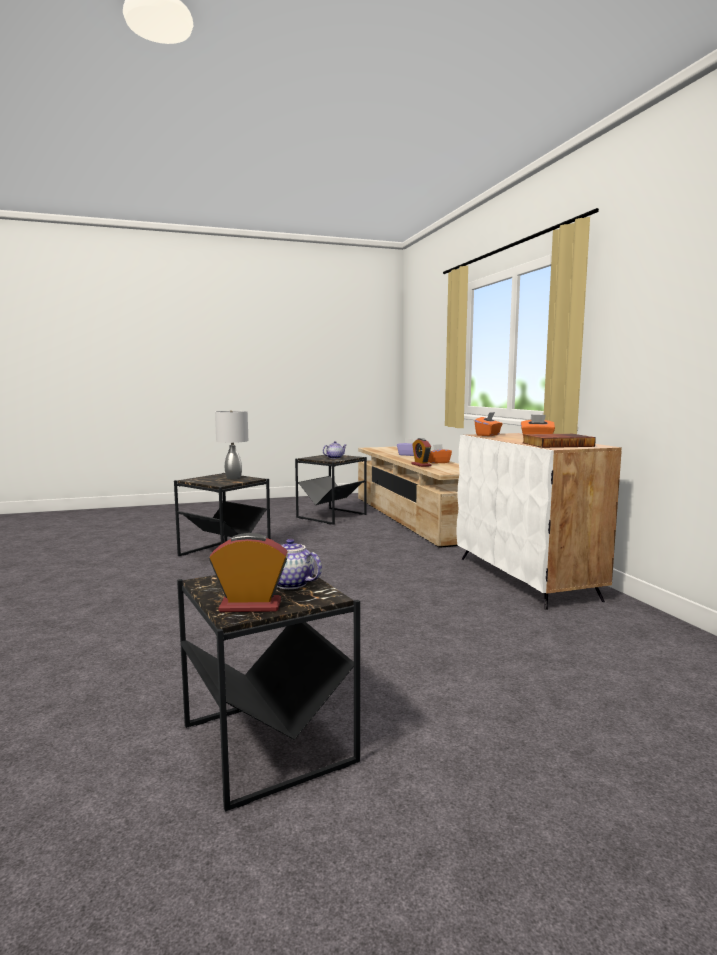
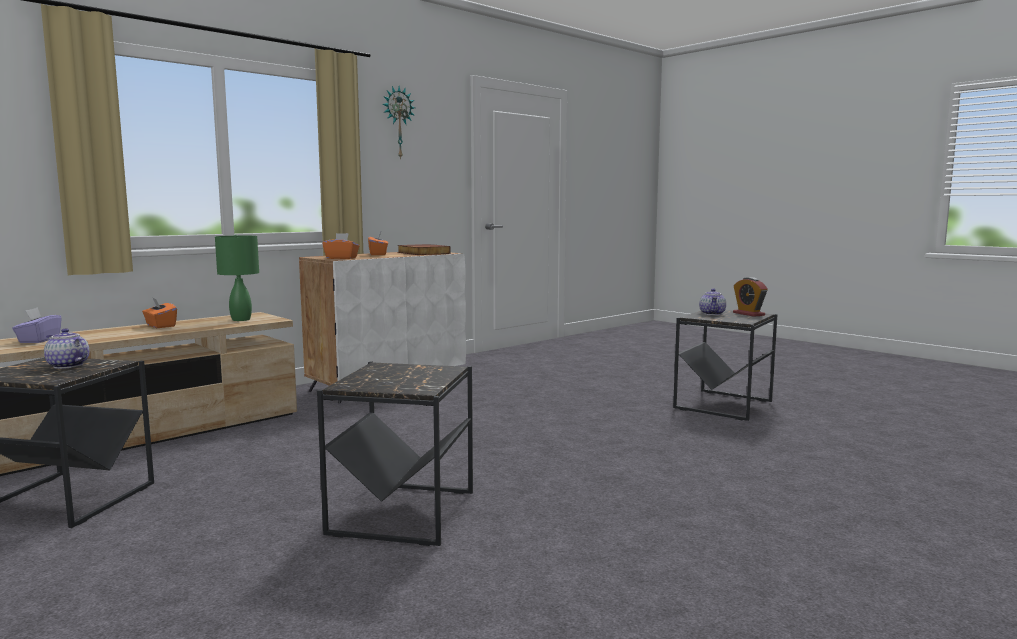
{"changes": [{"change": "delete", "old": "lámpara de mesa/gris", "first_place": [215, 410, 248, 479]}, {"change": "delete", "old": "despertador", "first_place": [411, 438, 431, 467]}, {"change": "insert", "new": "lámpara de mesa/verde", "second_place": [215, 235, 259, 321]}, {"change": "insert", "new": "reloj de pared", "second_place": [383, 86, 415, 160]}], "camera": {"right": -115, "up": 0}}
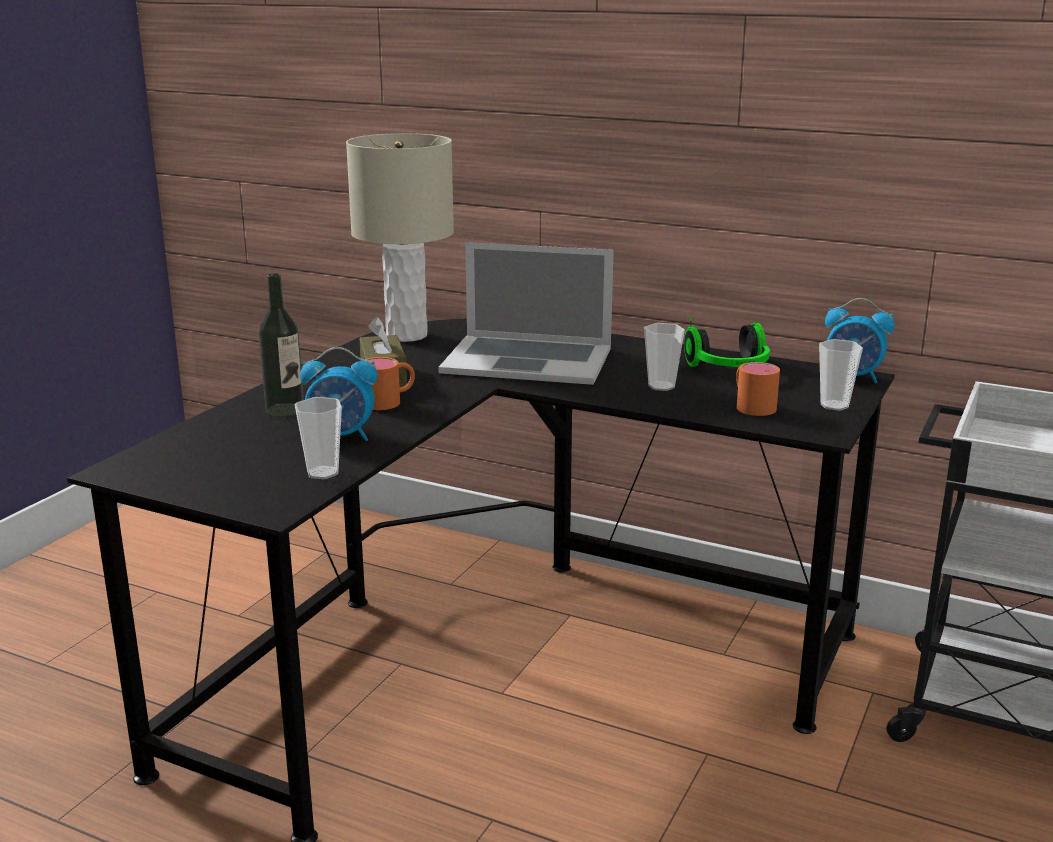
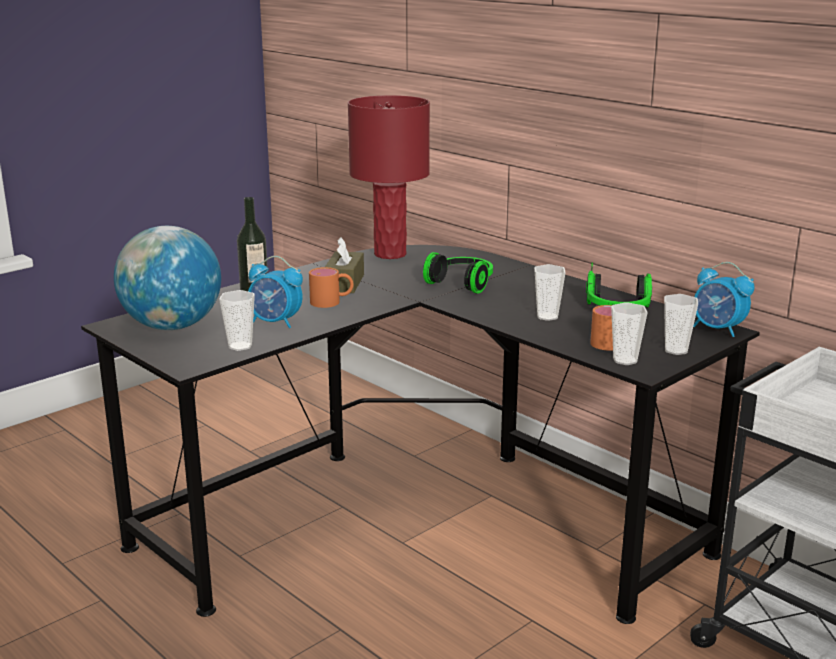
{"changes": [{"change": "insert", "new": "globo terráqueo", "second_place": [114, 226, 221, 330]}, {"change": "insert", "new": "taza", "second_place": [611, 302, 648, 365]}, {"change": "replace", "old": "portátil", "new": "auriculares", "first_place": [438, 242, 614, 385], "second_place": [423, 252, 493, 294]}, {"change": "recolor", "old": "lámpara de mesa/beis", "new": "lámpara de mesa/rojo", "first_place": [346, 133, 454, 342], "second_place": [348, 95, 430, 259]}], "camera": {"right": 20, "up": 0}}
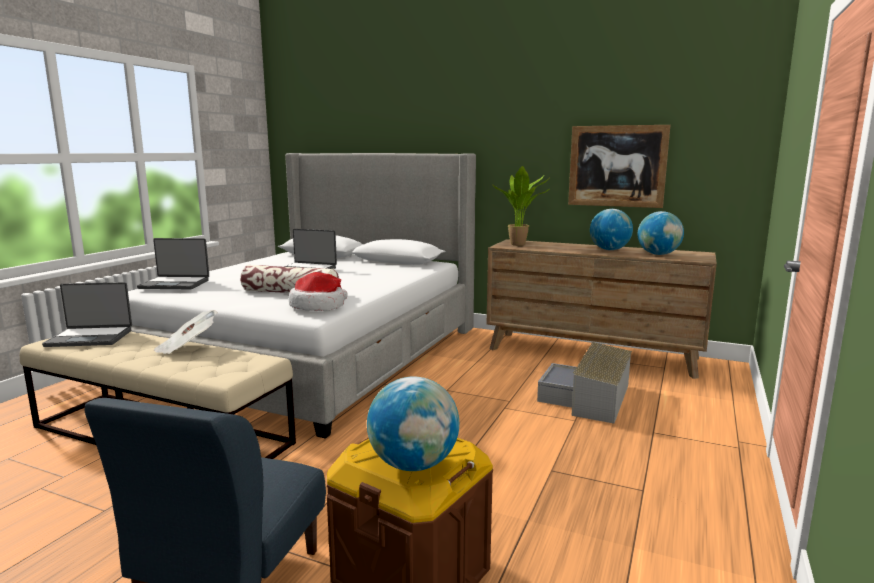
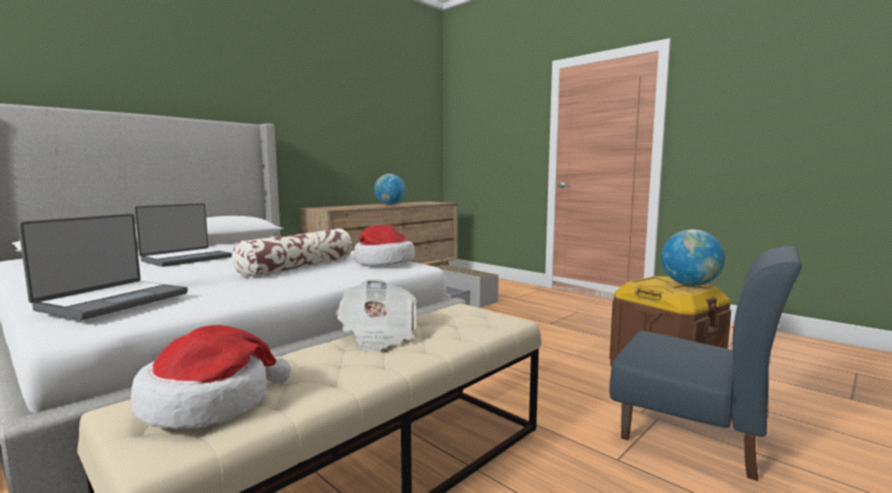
{"changes": [{"change": "delete", "old": "planta en maceta", "first_place": [492, 166, 551, 246]}, {"change": "delete", "old": "cuadro", "first_place": [568, 125, 670, 208]}, {"change": "delete", "old": "globo terráqueo", "first_place": [638, 211, 684, 255]}, {"change": "replace", "old": "portátil", "new": "sombrero", "first_place": [42, 282, 132, 347], "second_place": [131, 325, 291, 429]}], "camera": {"right": -70, "up": -5}}
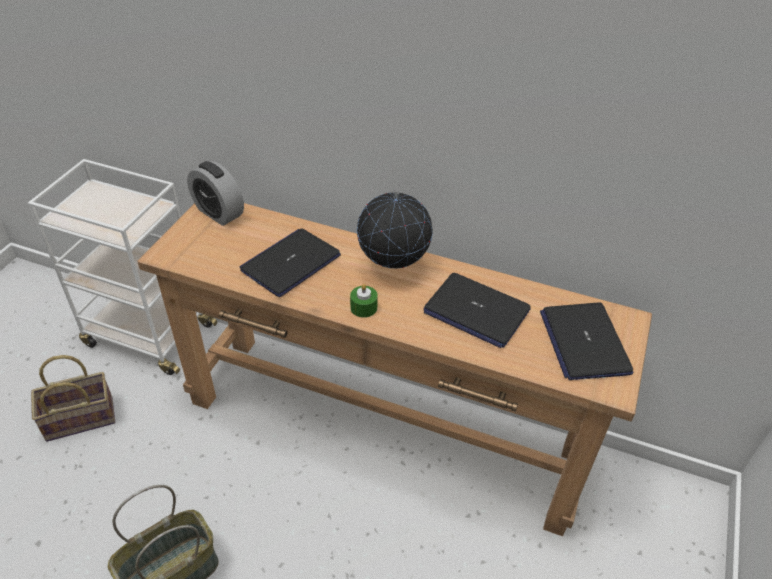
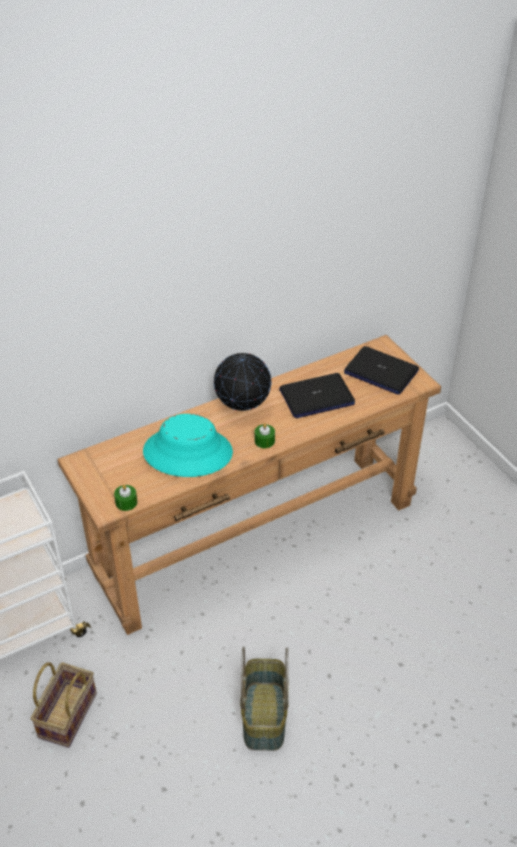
{"changes": [{"change": "delete", "old": "despertador", "first_place": [187, 161, 244, 226]}, {"change": "insert", "new": "vela/verde", "second_place": [114, 485, 137, 511]}, {"change": "replace", "old": "portátil", "new": "sombrero/turquesa", "first_place": [240, 228, 341, 297], "second_place": [143, 414, 233, 477]}], "camera": {"right": -50, "up": 0}}
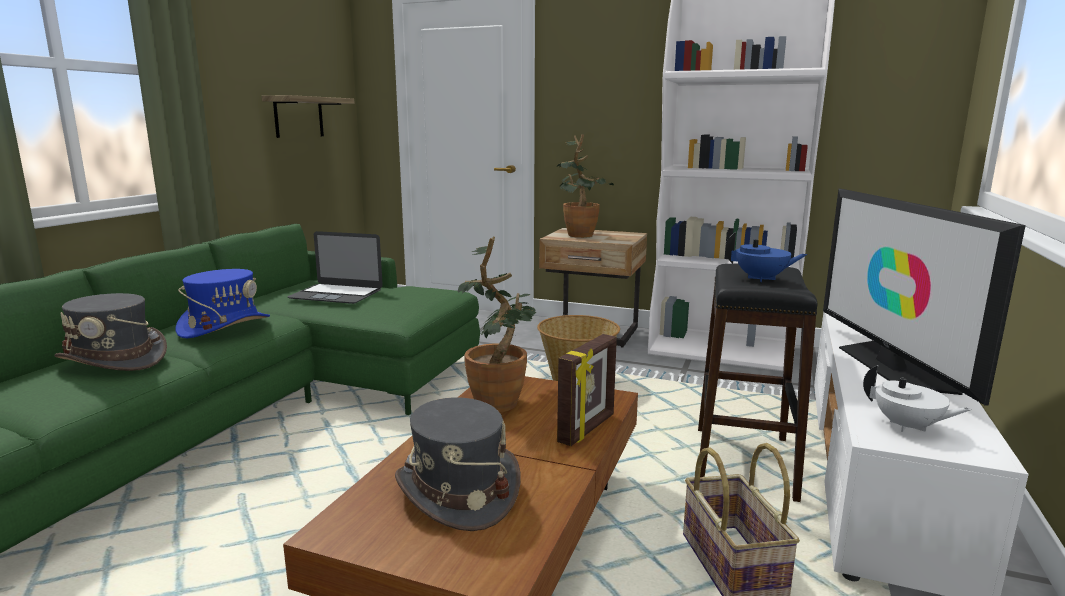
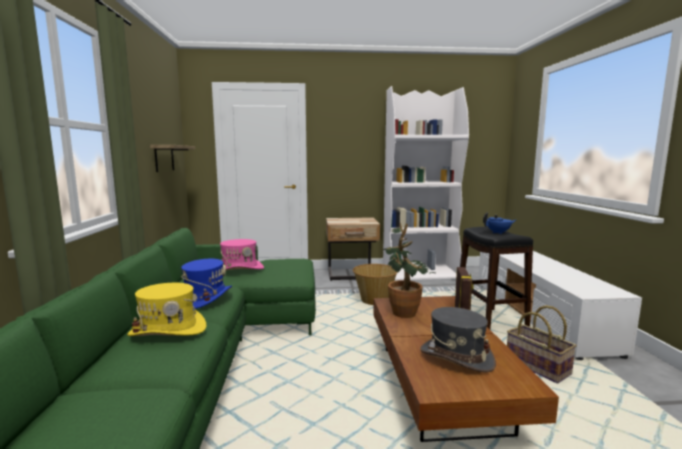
{"changes": [{"change": "delete", "old": "planta en maceta", "first_place": [556, 134, 614, 238]}, {"change": "delete", "old": "televisor", "first_place": [823, 189, 1026, 406]}, {"change": "delete", "old": "tetera/blanco", "first_place": [863, 365, 972, 432]}, {"change": "replace", "old": "portátil", "new": "sombrero/rosa", "first_place": [287, 231, 383, 304], "second_place": [220, 239, 264, 270]}, {"change": "recolor", "old": "sombrero/gris", "new": "sombrero/amarillo", "first_place": [55, 293, 167, 371], "second_place": [127, 283, 206, 336]}], "camera": {"right": -25, "up": -5}}
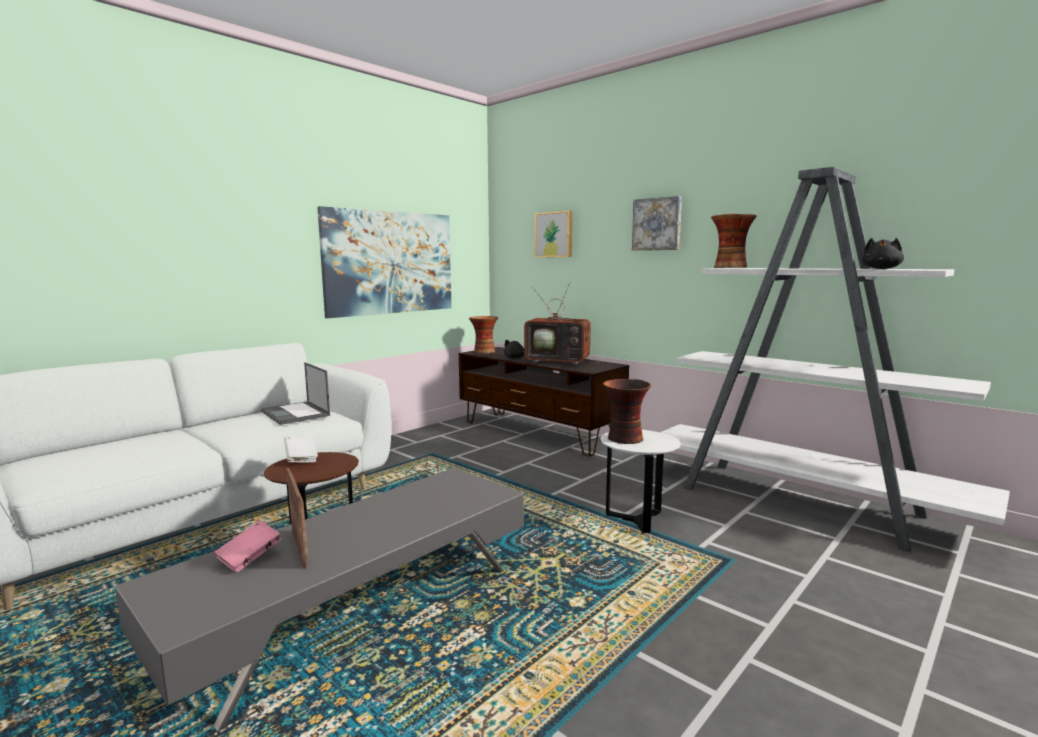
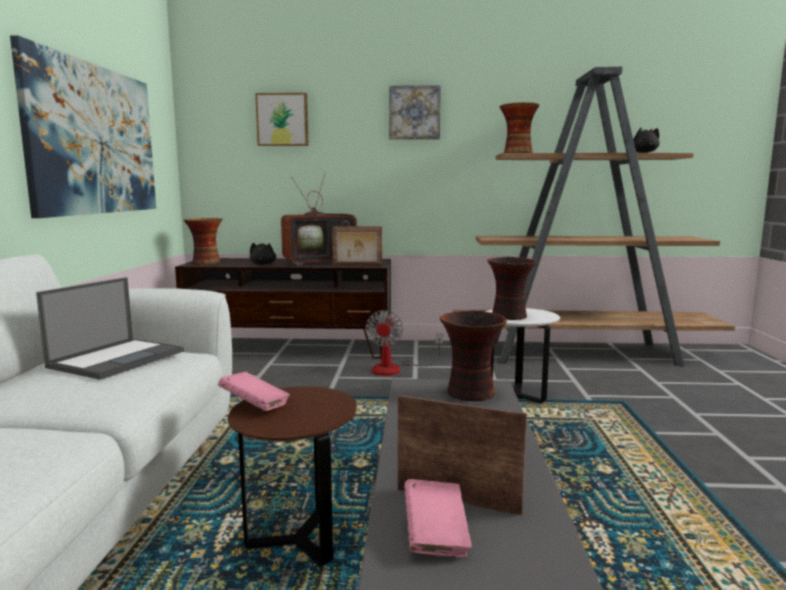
{"changes": [{"change": "insert", "new": "portarretratos", "second_place": [332, 226, 382, 266]}, {"change": "insert", "new": "ventilador", "second_place": [366, 310, 443, 376]}, {"change": "insert", "new": "florero", "second_place": [440, 310, 507, 401]}, {"change": "recolor", "old": "libro/blanco", "new": "libro/rosa", "first_place": [284, 436, 318, 462], "second_place": [218, 372, 290, 411]}, {"change": "recolor", "old": "estantería/blanco", "new": "estantería/marrón", "first_place": [660, 167, 1010, 552], "second_place": [453, 67, 735, 367]}, {"change": "rotate", "old": "portátil", "first_place": [261, 362, 330, 425], "second_place": [36, 277, 184, 380], "degrees": -75}], "camera": {"right": -40, "up": 0}}
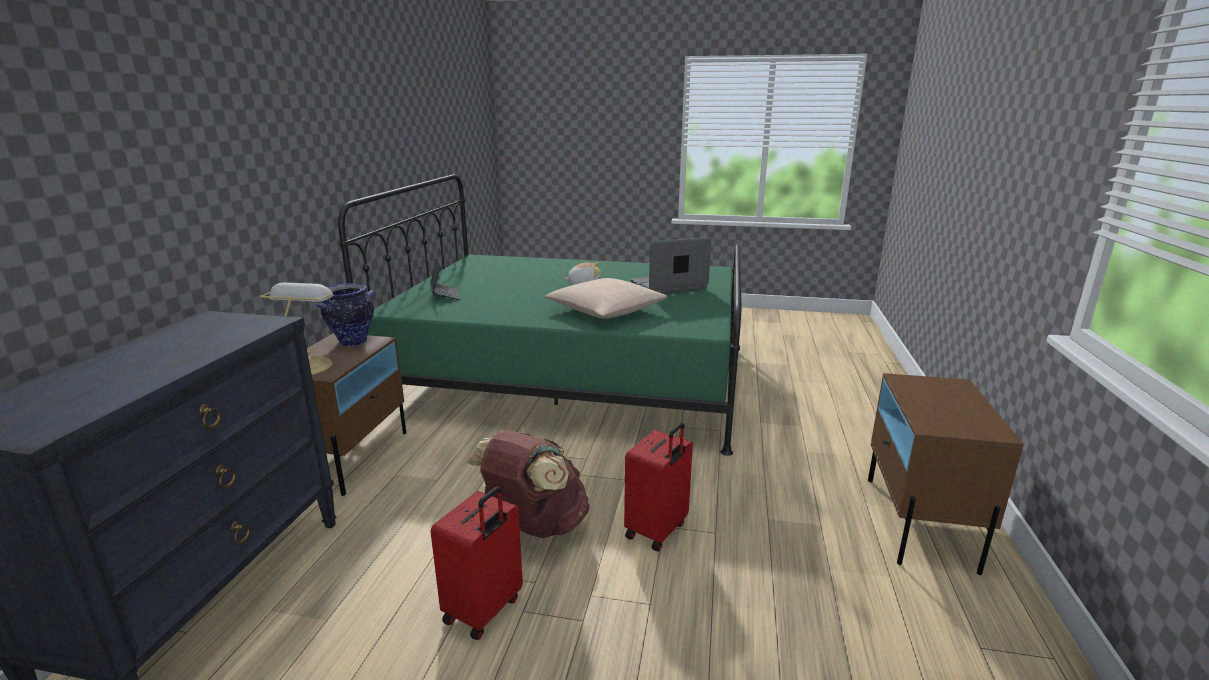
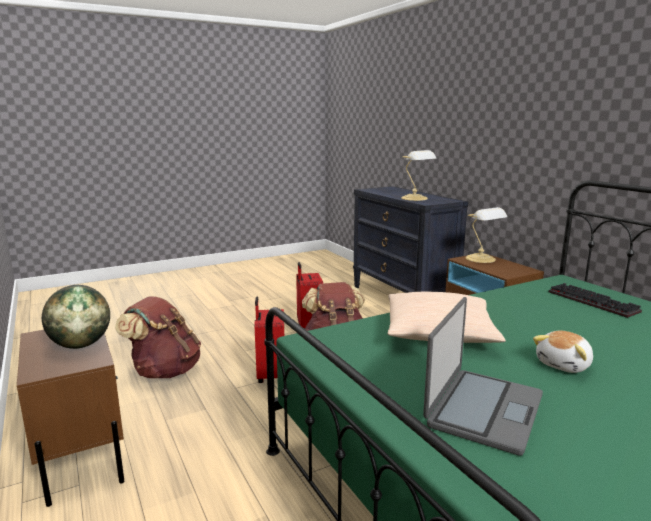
{"changes": [{"change": "delete", "old": "florero", "first_place": [317, 283, 374, 347]}, {"change": "insert", "new": "globo terráqueo", "second_place": [42, 285, 110, 349]}, {"change": "insert", "new": "mochila/marrón", "second_place": [115, 296, 201, 378]}, {"change": "insert", "new": "lámpara de mesa", "second_place": [401, 150, 436, 201]}, {"change": "replace", "old": "portátil", "new": "teclado", "first_place": [430, 257, 461, 300], "second_place": [549, 283, 642, 318]}], "camera": {"right": 140, "up": -5}}
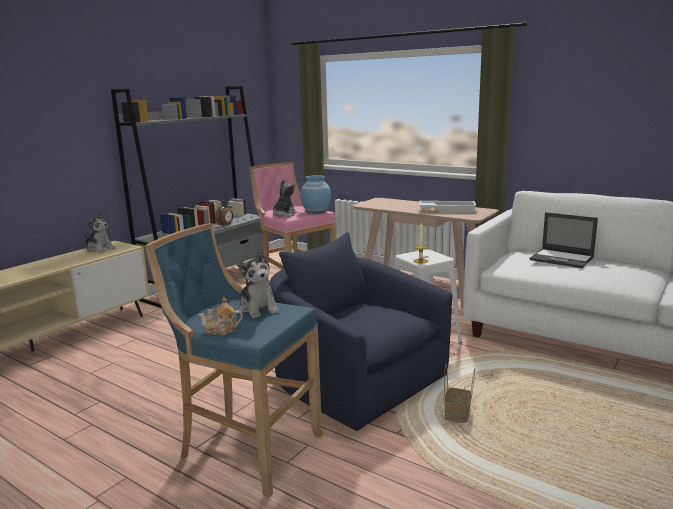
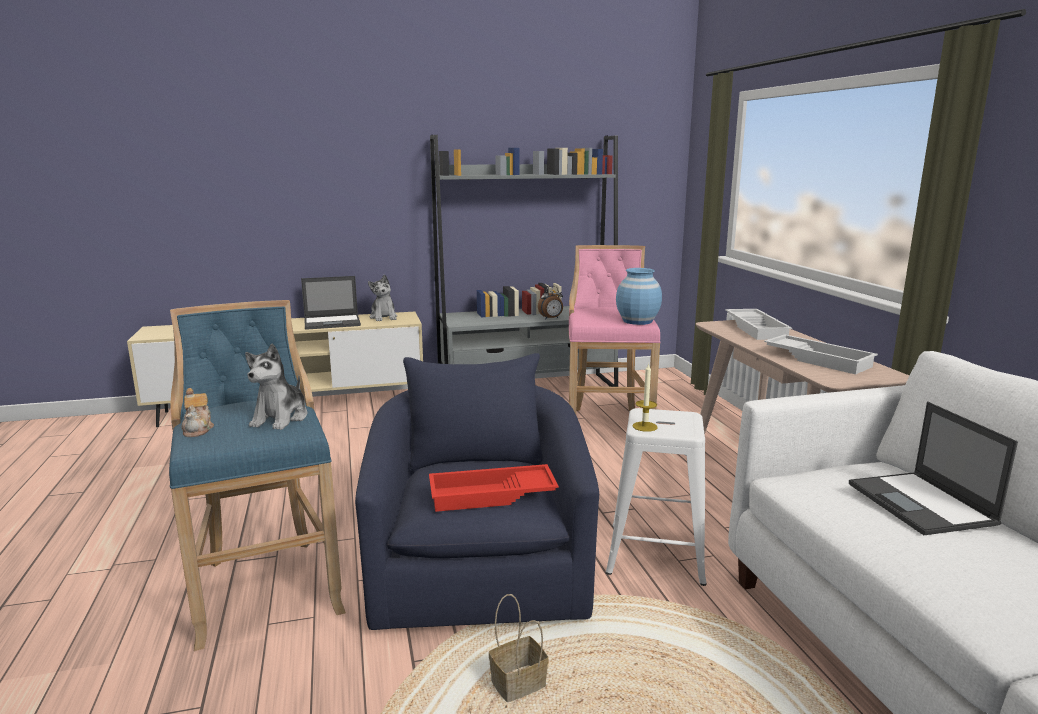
{"changes": [{"change": "delete", "old": "peluche", "first_place": [273, 179, 298, 217]}, {"change": "insert", "new": "portátil", "second_place": [301, 276, 361, 330]}, {"change": "insert", "new": "bandeja/rojo", "second_place": [429, 464, 559, 512]}, {"change": "insert", "new": "bandeja/blanco", "second_place": [725, 309, 792, 340]}, {"change": "rotate", "old": "tetera", "first_place": [198, 297, 243, 335], "second_place": [182, 388, 214, 437], "degrees": -135}], "camera": {"right": 40, "up": 0}}
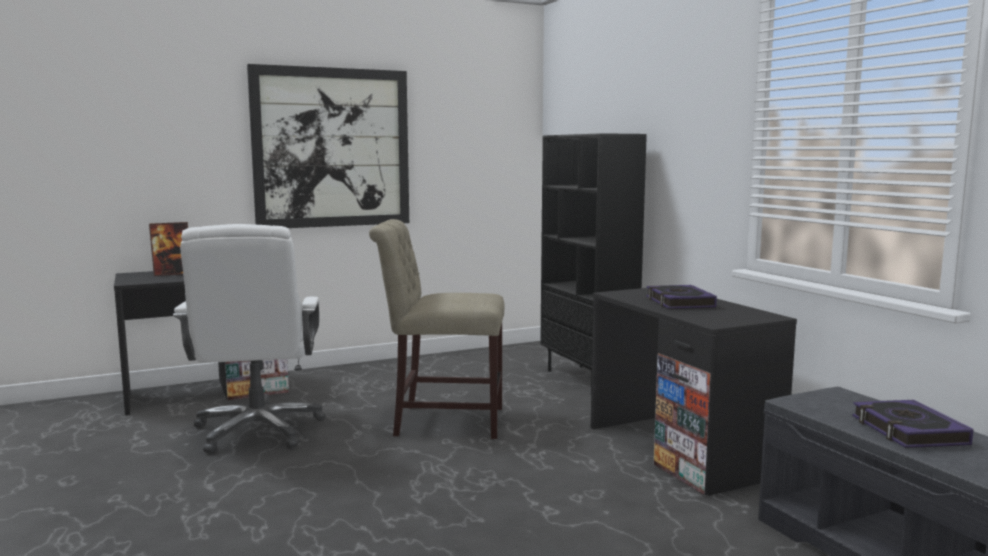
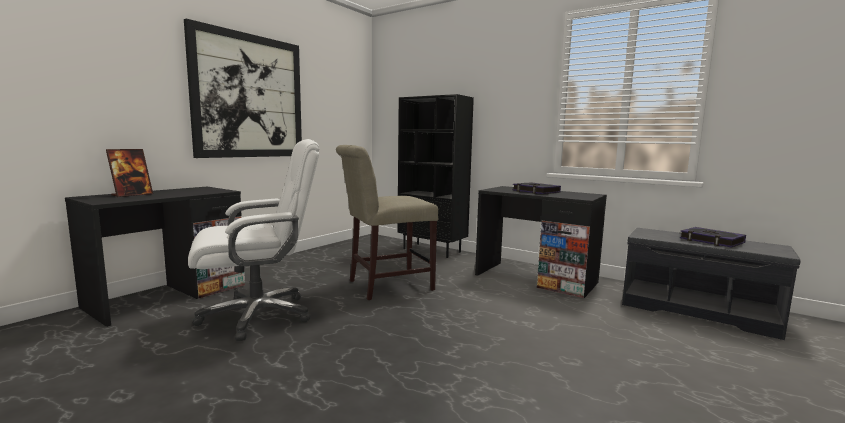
{"changes": [{"change": "rotate", "old": "silla de oficina/blanco", "first_place": [173, 224, 326, 454], "second_place": [188, 139, 320, 341], "degrees": -75}], "camera": {"right": -30, "up": 0}}
